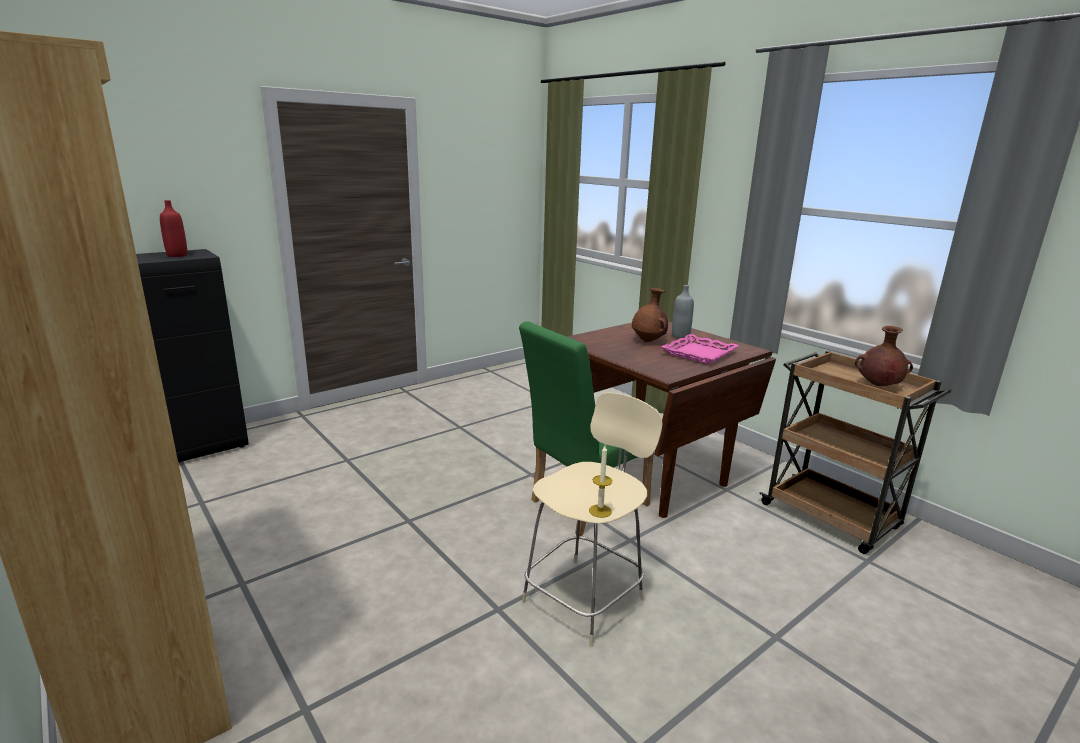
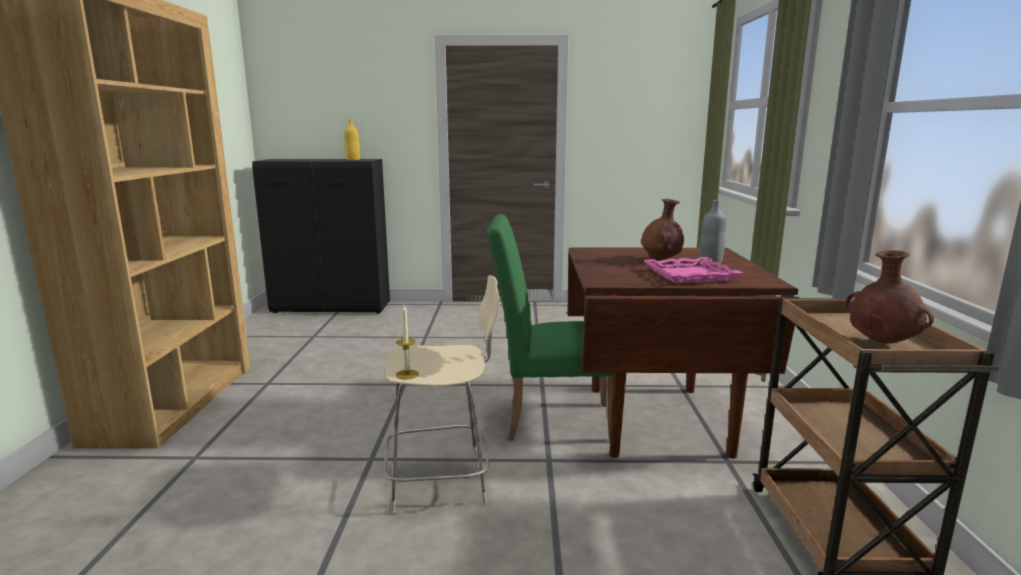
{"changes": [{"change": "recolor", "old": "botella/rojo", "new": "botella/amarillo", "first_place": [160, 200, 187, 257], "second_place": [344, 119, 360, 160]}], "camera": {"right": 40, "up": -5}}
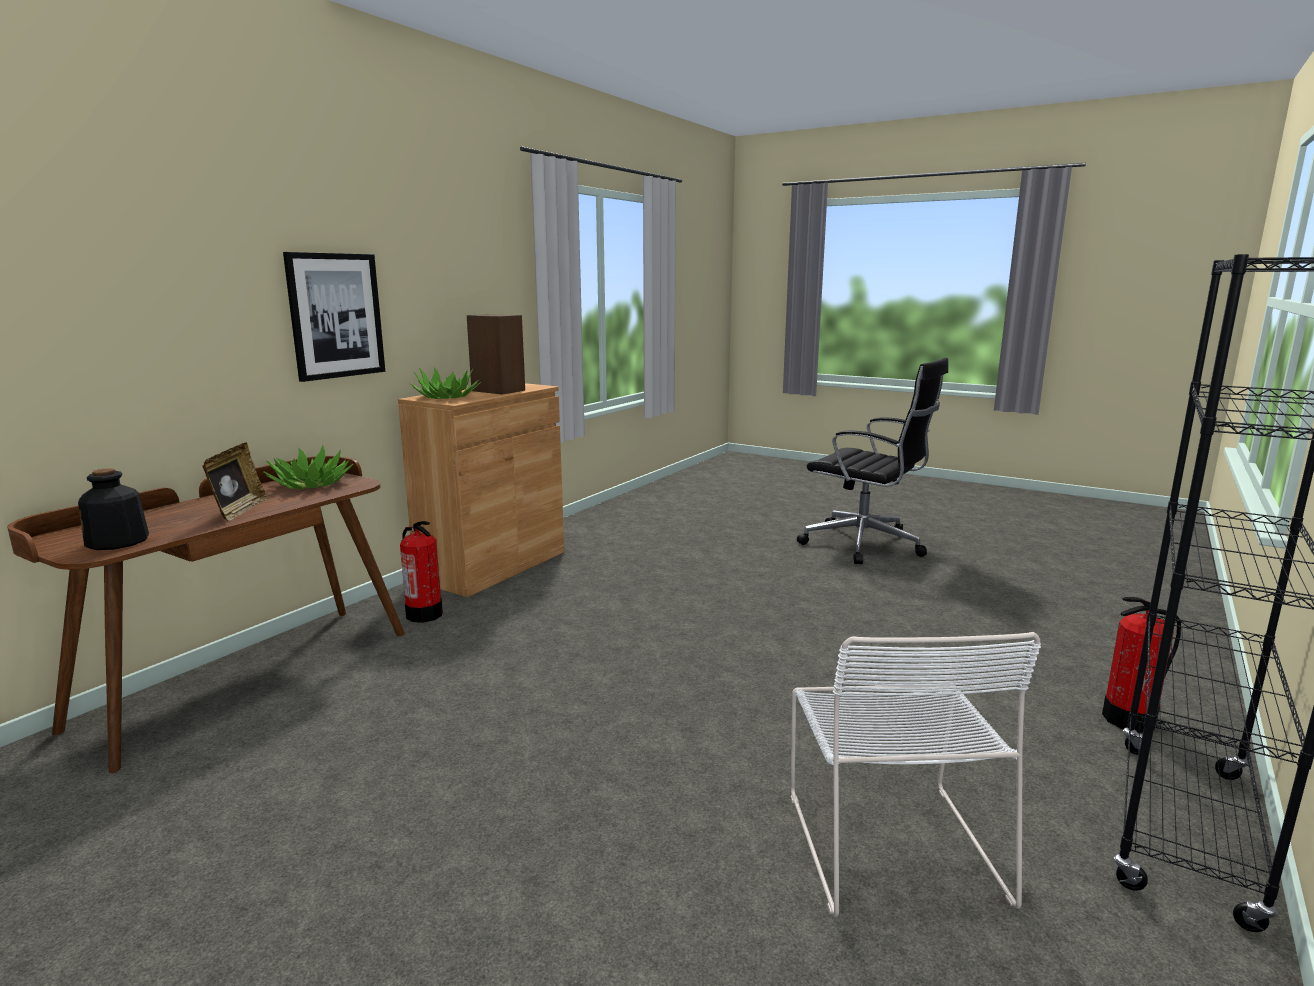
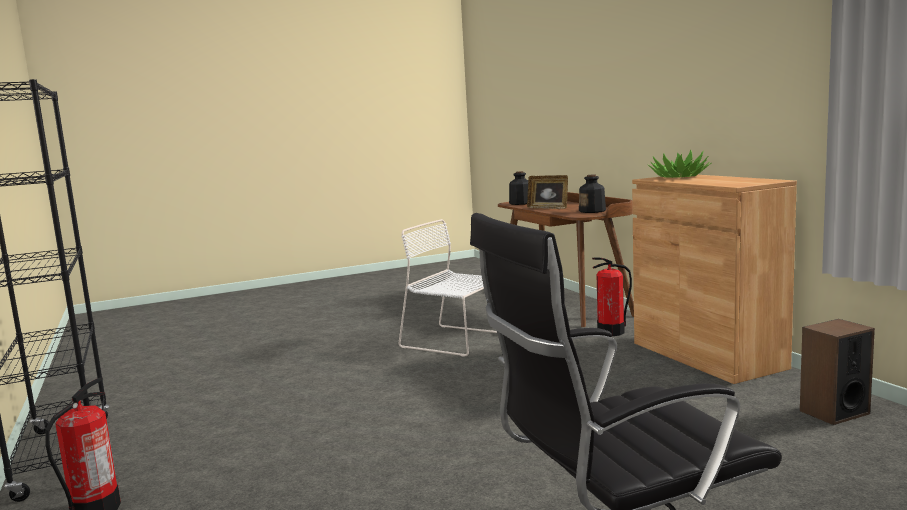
{"changes": [{"change": "delete", "old": "cuadro", "first_place": [283, 252, 385, 382]}, {"change": "move", "old": "altavoz", "first_place": [467, 314, 525, 395], "second_place": [800, 319, 875, 425]}, {"change": "move", "old": "silla/blanco", "first_place": [791, 632, 1041, 917], "second_place": [399, 219, 497, 357]}, {"change": "replace", "old": "planta en maceta", "new": "botella", "first_place": [263, 445, 353, 489], "second_place": [579, 175, 606, 213]}], "camera": {"right": 125, "up": -5}}
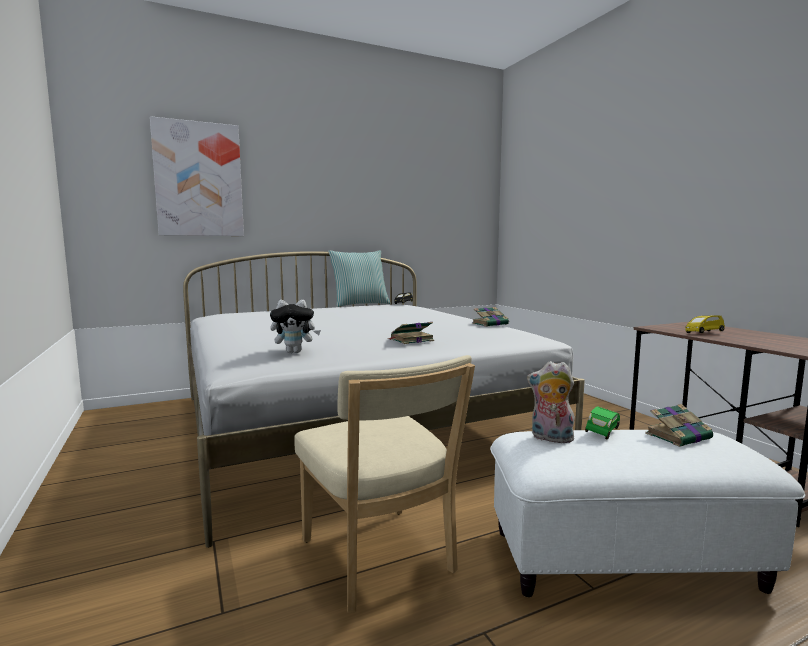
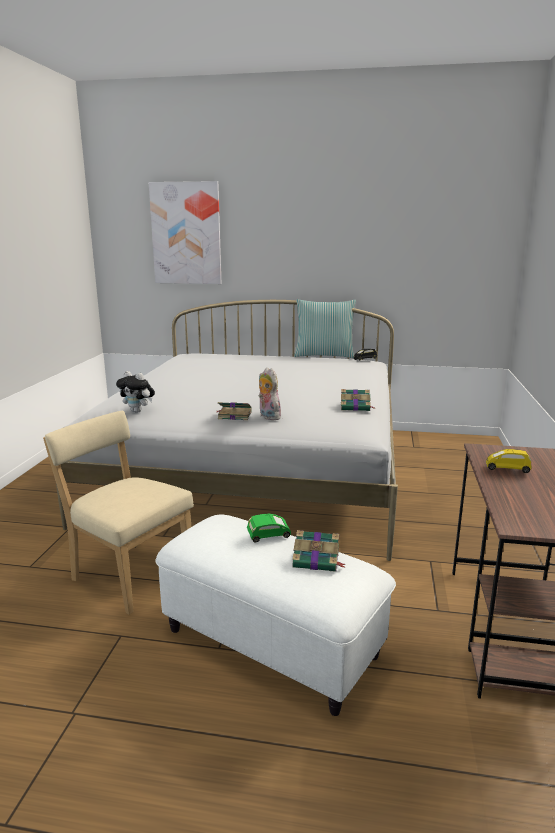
{"changes": [{"change": "move", "old": "peluche", "first_place": [527, 361, 575, 443], "second_place": [258, 367, 281, 420]}, {"change": "rotate", "old": "silla/beis", "first_place": [295, 355, 475, 613], "second_place": [43, 411, 194, 615], "degrees": 120}], "camera": {"right": 35, "up": 10}}
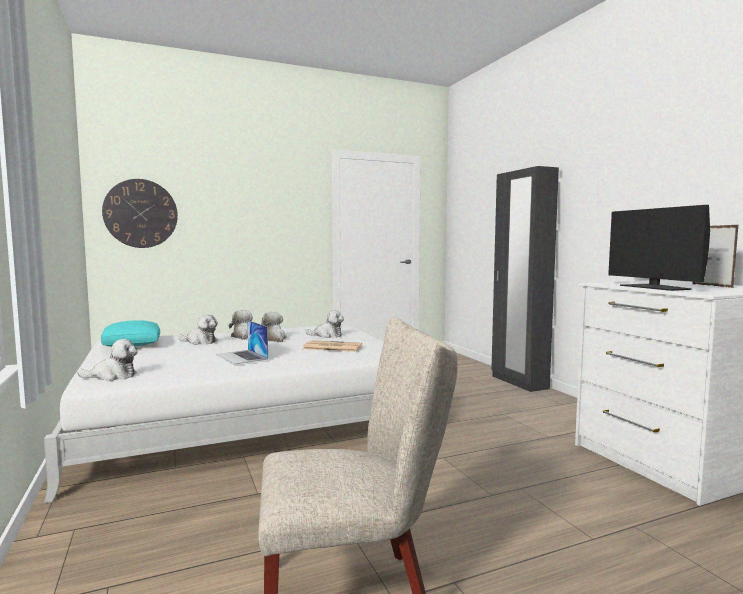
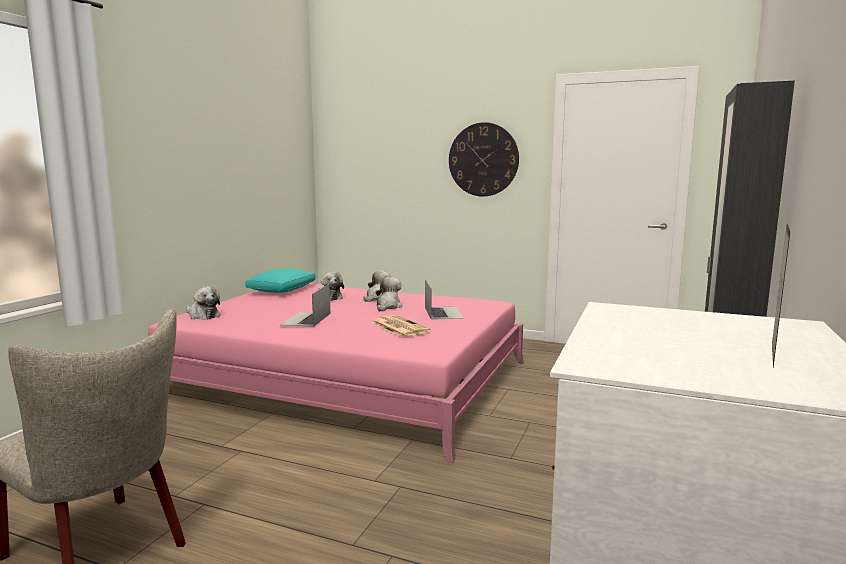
{"changes": [{"change": "delete", "old": "monitor", "first_place": [608, 205, 710, 291]}, {"change": "move", "old": "reloj de pared", "first_place": [102, 179, 178, 248], "second_place": [449, 122, 519, 197]}, {"change": "replace", "old": "peluche", "new": "portátil", "first_place": [305, 310, 344, 338], "second_place": [425, 279, 464, 320]}, {"change": "recolor", "old": "cama/blanco", "new": "cama/rosa", "first_place": [44, 325, 384, 503], "second_place": [148, 283, 524, 463]}], "camera": {"right": 45, "up": 5}}
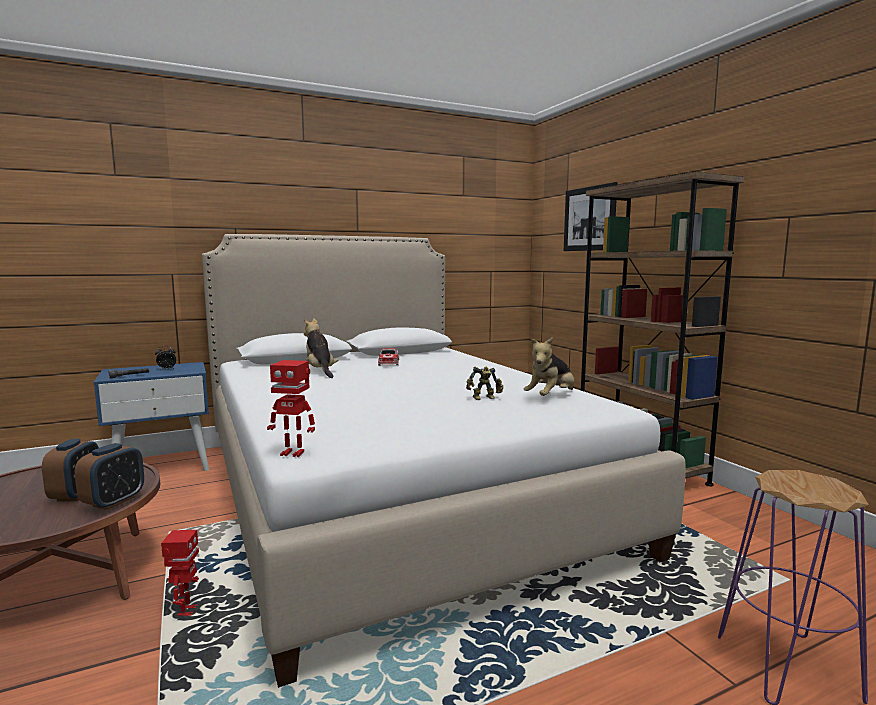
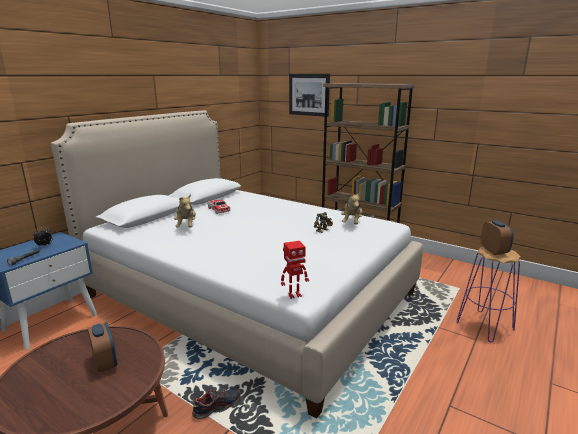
{"changes": [{"change": "move", "old": "despertador", "first_place": [75, 443, 144, 510], "second_place": [481, 220, 514, 255]}, {"change": "replace", "old": "robot de juguete", "new": "zapato", "first_place": [161, 530, 199, 616], "second_place": [192, 389, 241, 420]}, {"change": "rotate", "old": "peluche", "first_place": [304, 318, 338, 378], "second_place": [174, 194, 196, 228], "degrees": -135}], "camera": {"right": -30, "up": 10}}
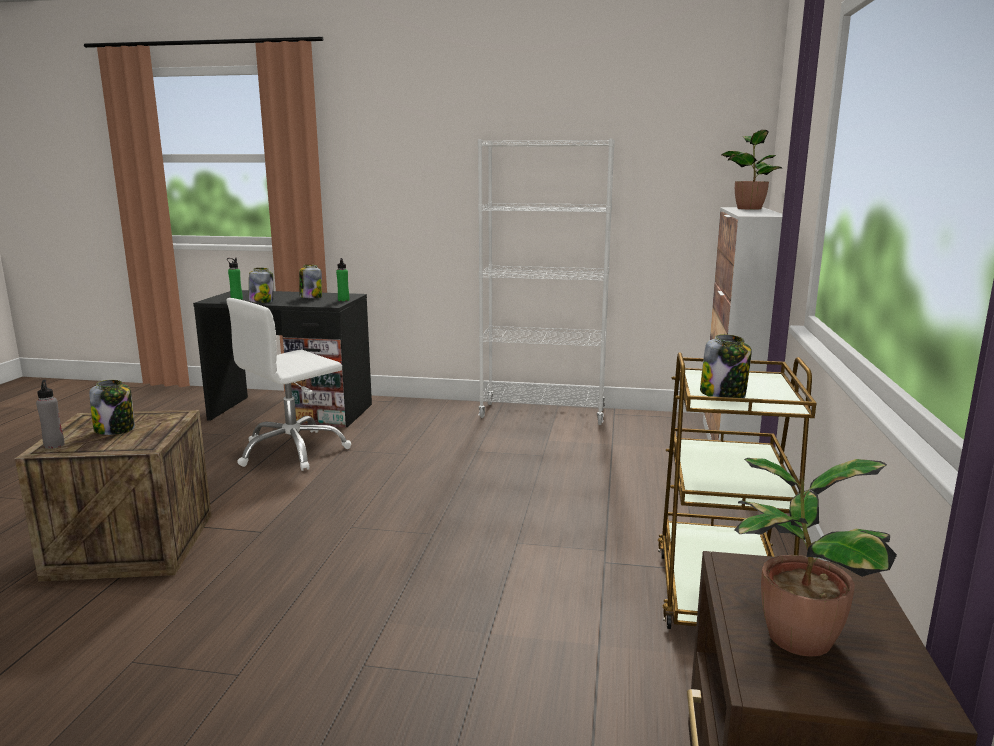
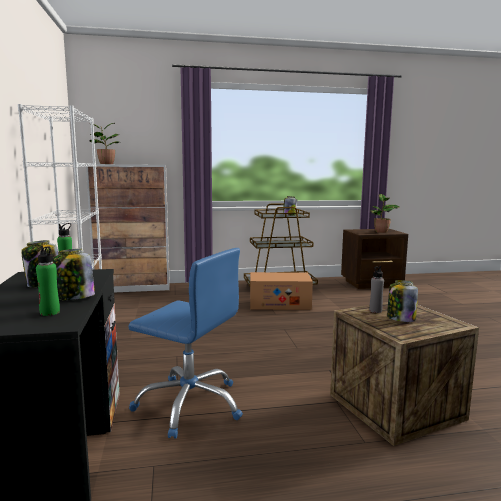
{"changes": [{"change": "insert", "new": "caja de cartón", "second_place": [250, 272, 313, 310]}, {"change": "move", "old": "botella/gris", "first_place": [36, 380, 64, 449], "second_place": [369, 266, 384, 313]}, {"change": "recolor", "old": "silla de oficina/blanco", "new": "silla de oficina/azul", "first_place": [226, 298, 351, 471], "second_place": [128, 248, 243, 439]}], "camera": {"right": -110, "up": -5}}
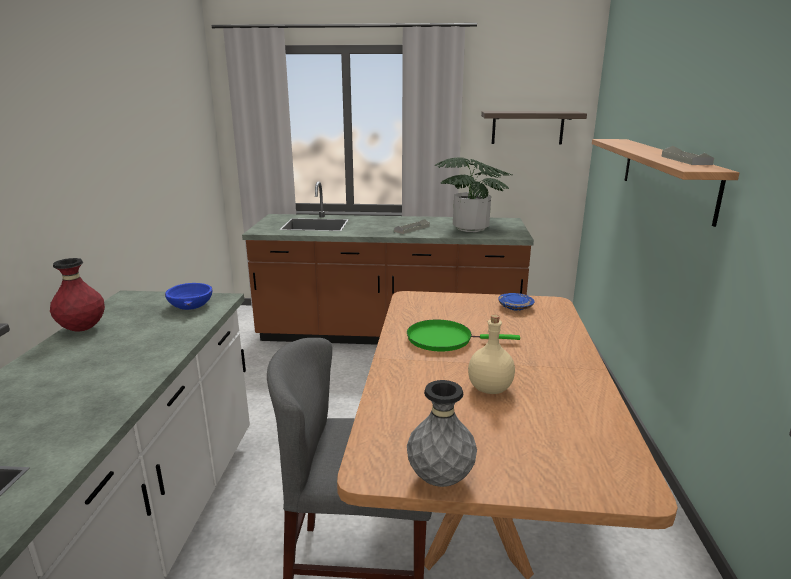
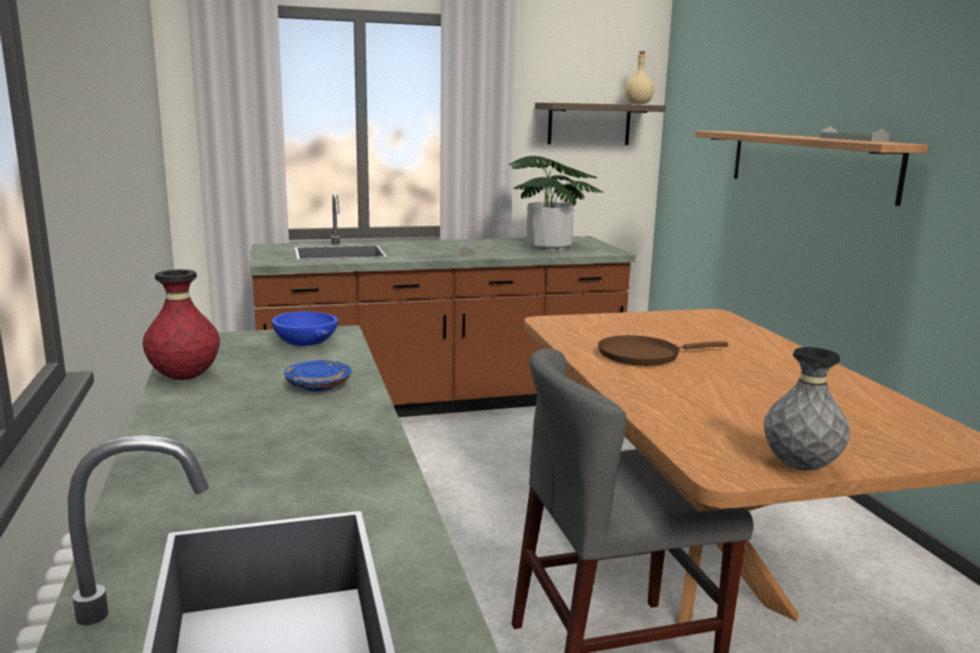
{"changes": [{"change": "move", "old": "botella/beis", "first_place": [468, 314, 515, 394], "second_place": [625, 51, 654, 105]}, {"change": "move", "old": "plato/azul", "first_place": [498, 293, 534, 311], "second_place": [284, 360, 352, 391]}, {"change": "recolor", "old": "sartén/verde", "new": "sartén/marrón", "first_place": [407, 320, 520, 351], "second_place": [598, 335, 728, 366]}], "camera": {"right": -20, "up": -5}}
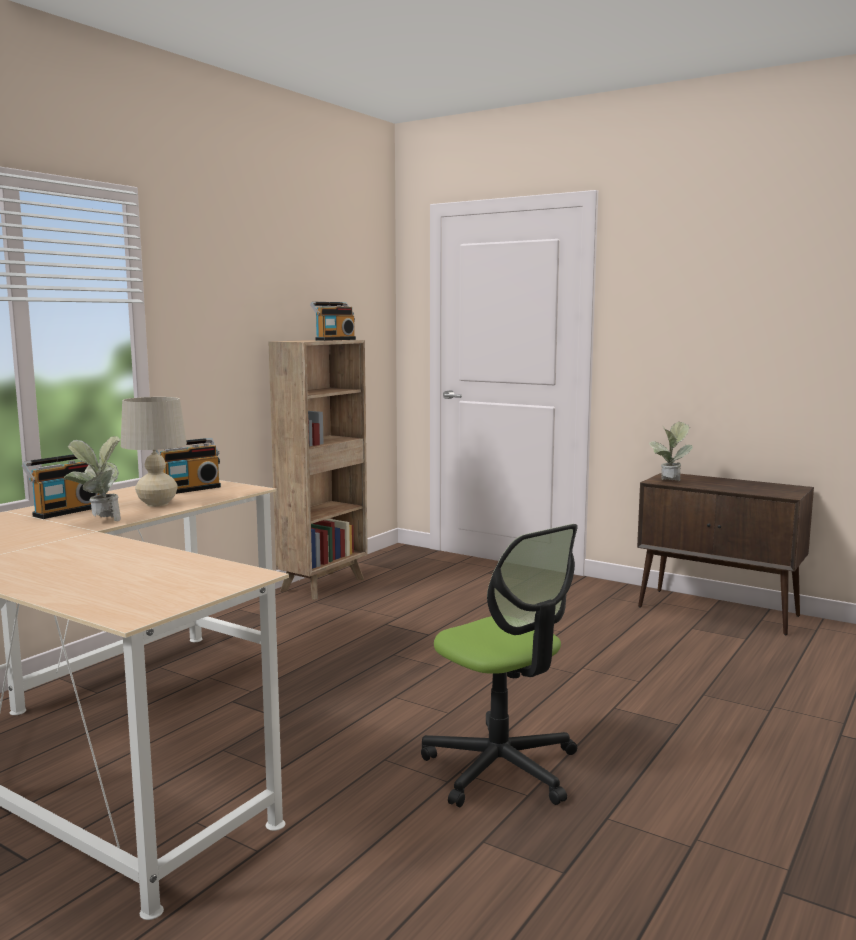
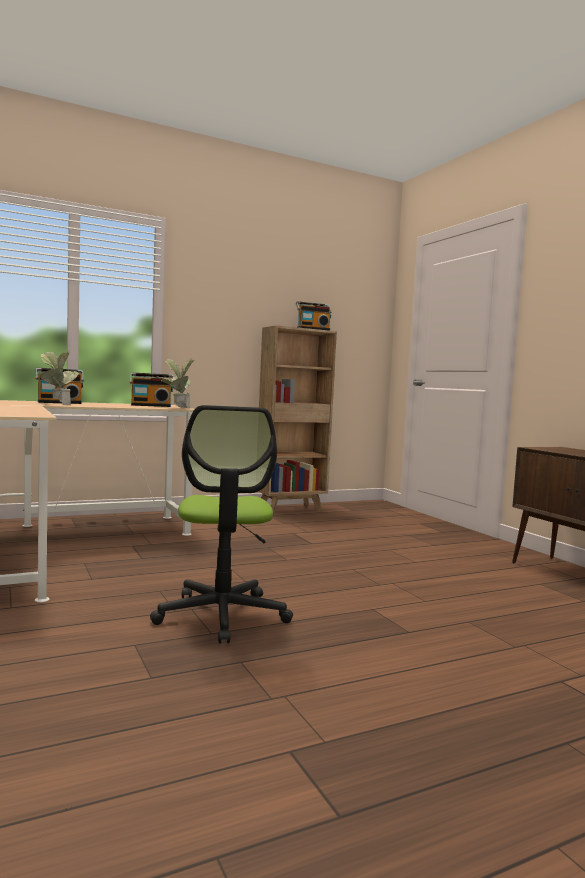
{"changes": [{"change": "delete", "old": "lámpara de mesa/beis", "first_place": [121, 397, 187, 507]}, {"change": "move", "old": "planta en maceta", "first_place": [649, 422, 693, 481], "second_place": [161, 359, 194, 409]}], "camera": {"right": 30, "up": -5}}
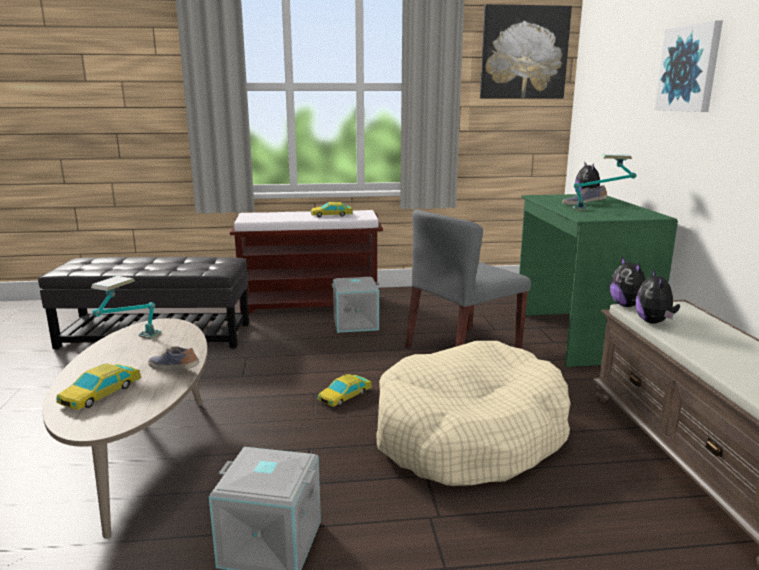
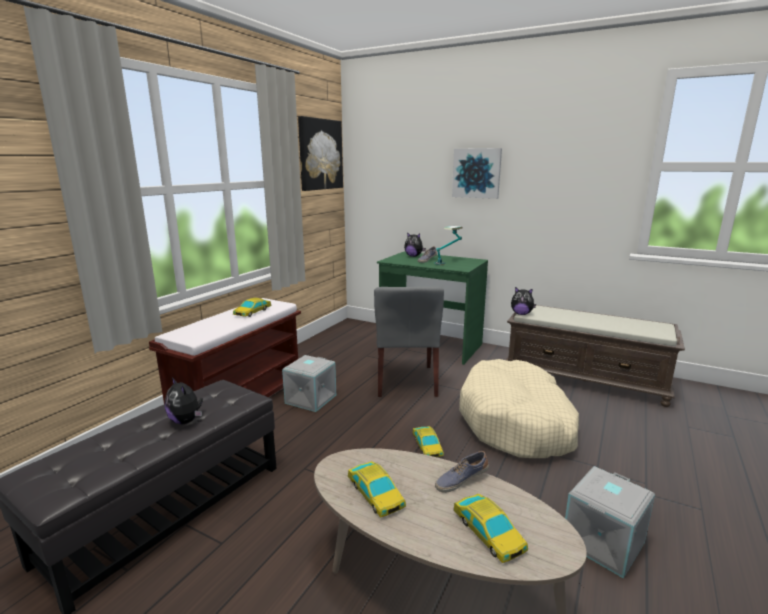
{"changes": [{"change": "move", "old": "peluche", "first_place": [635, 269, 680, 324], "second_place": [165, 378, 203, 424]}, {"change": "replace", "old": "lámpara de mesa", "new": "coche de juguete", "first_place": [91, 276, 162, 339], "second_place": [348, 461, 406, 518]}], "camera": {"right": -55, "up": 0}}
